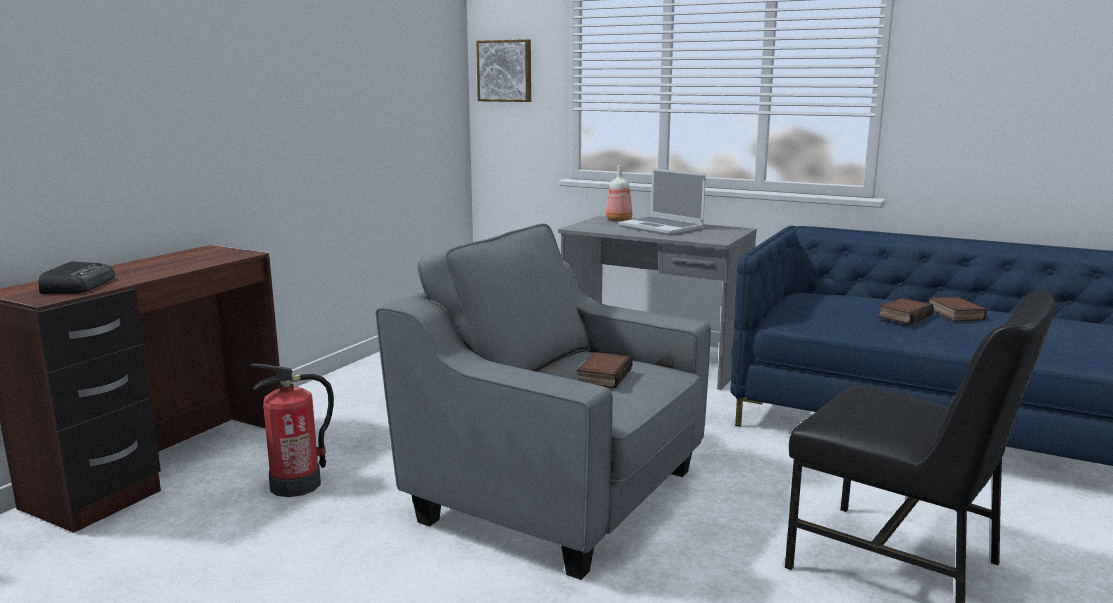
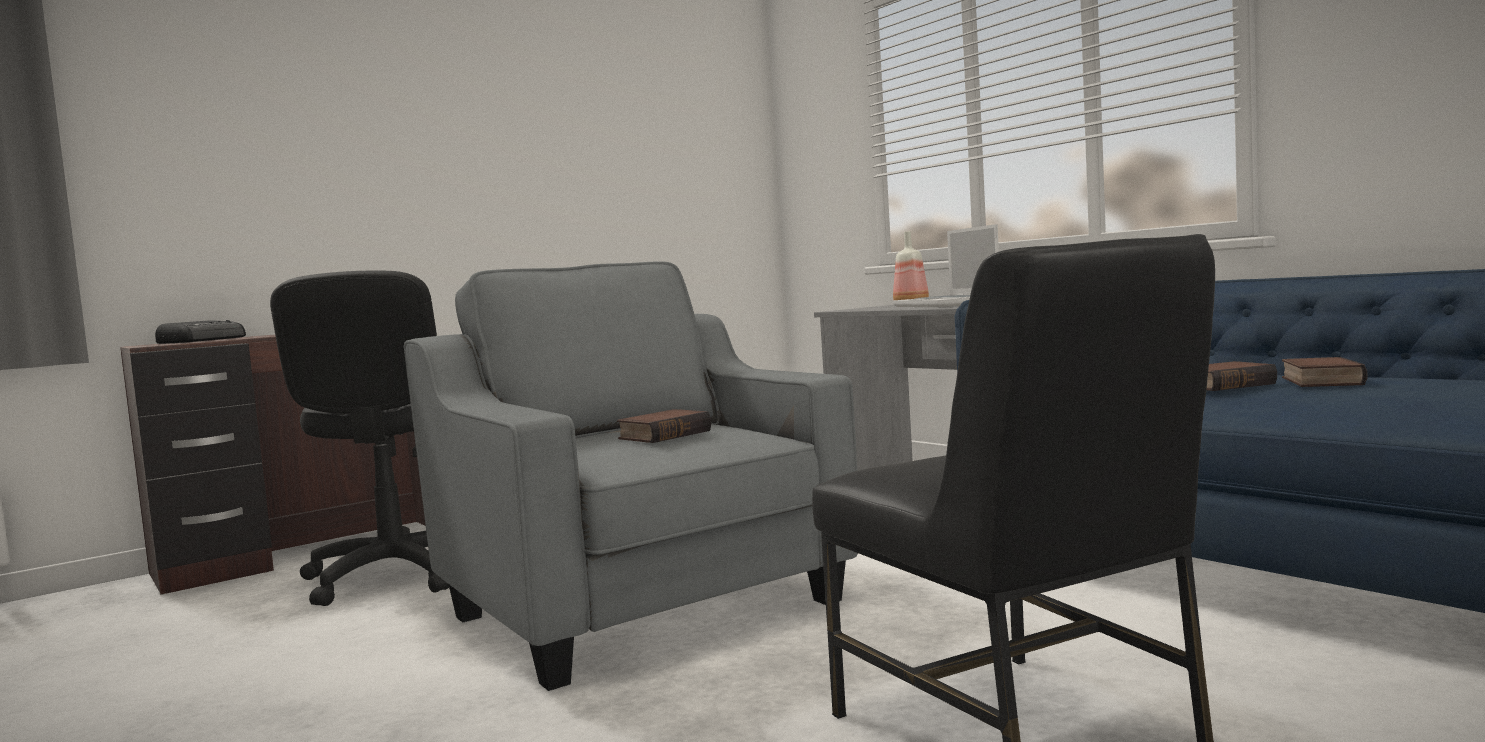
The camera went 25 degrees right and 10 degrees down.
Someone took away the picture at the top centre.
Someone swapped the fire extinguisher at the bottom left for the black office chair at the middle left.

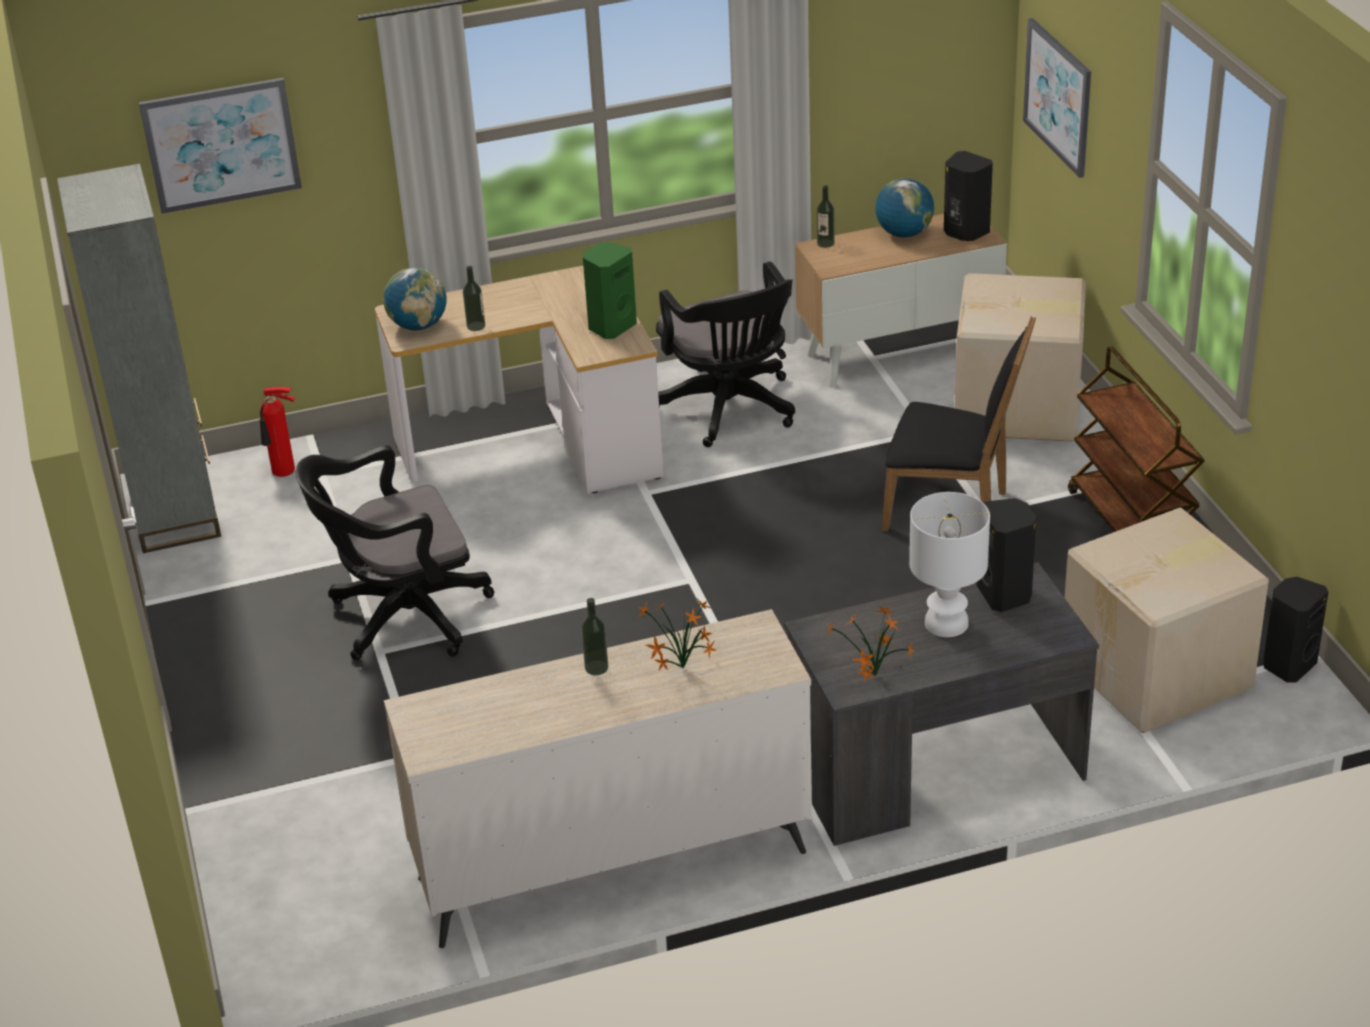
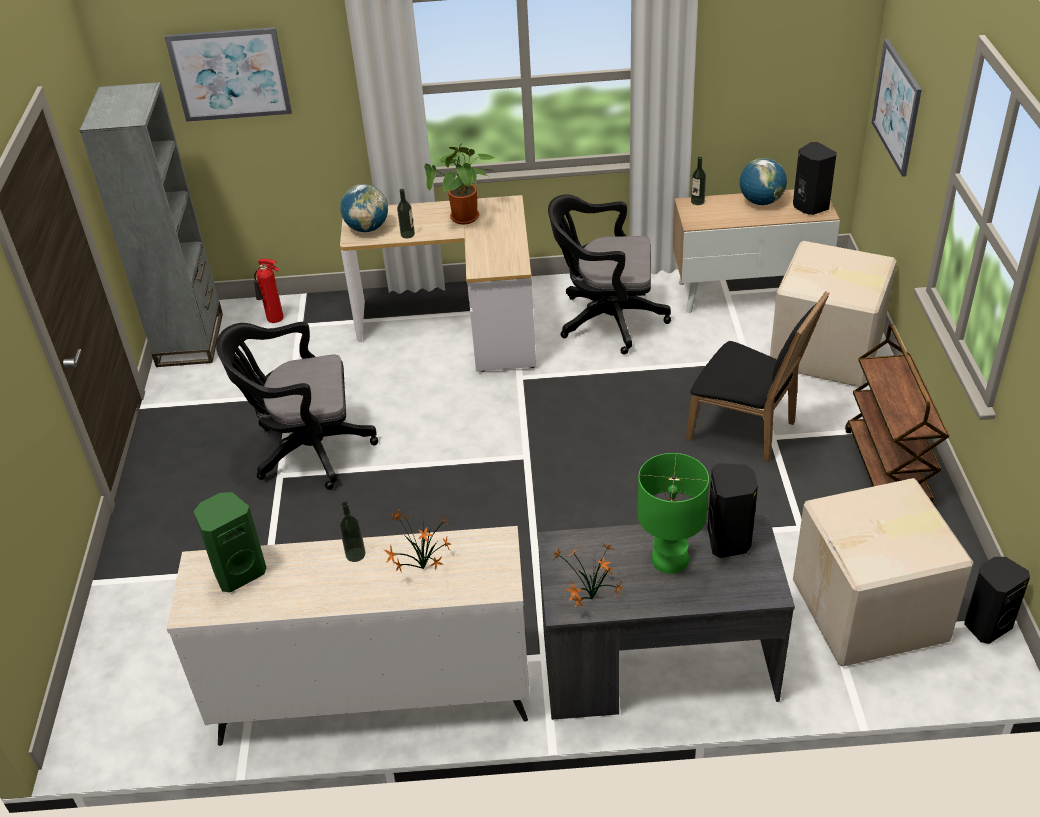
The camera went 15 degrees right and 5 degrees up.
Someone carried the green speaker from the top centre to the middle left.
Someone rotated the black office chair (2nd from left) at the centre by 105 degrees clockwise.
Someone repainted the white table lamp at the middle right, which became the green table lamp at the centre.
Someone put down the potted plant (2nd from left) at the top centre.

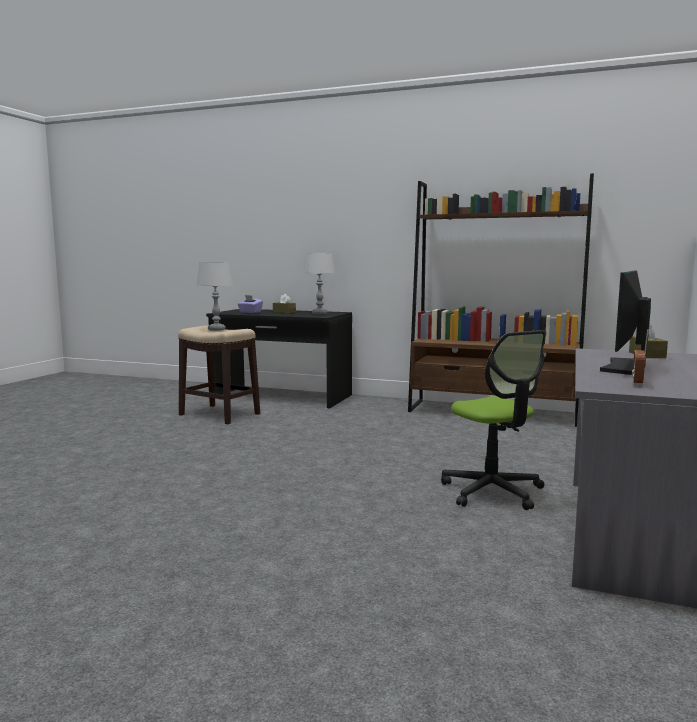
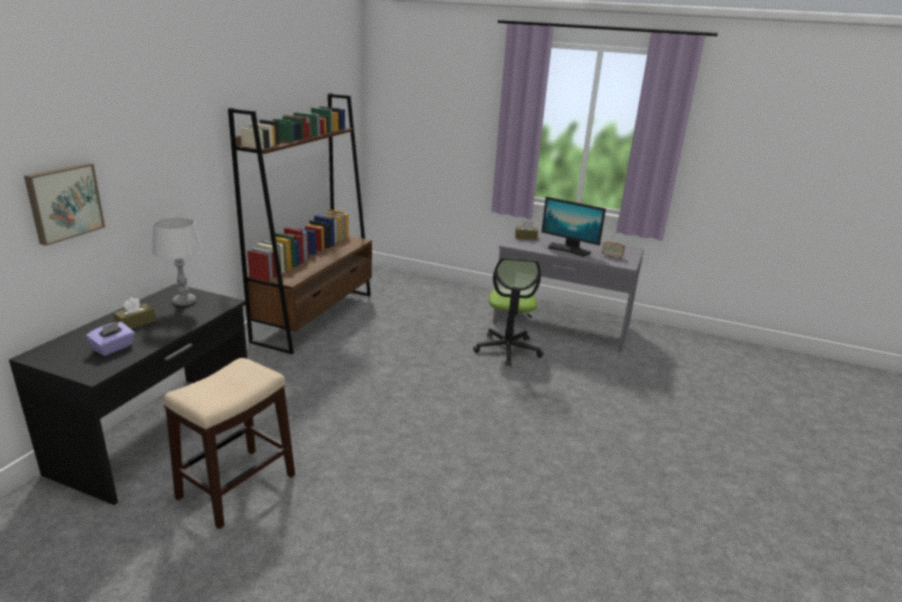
The camera went 90 degrees left and 15 degrees up.
Someone took away the grey table lamp (1st from left) at the middle left.
Someone rotated the office chair at the middle right by 120 degrees clockwise.
Someone put up the picture at the middle left.

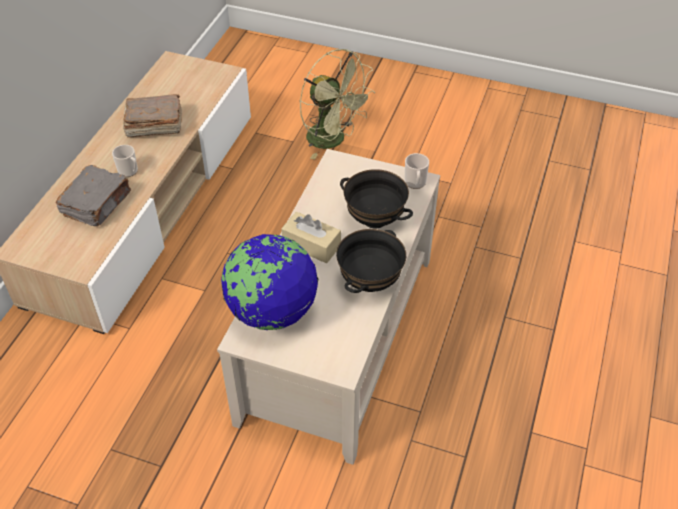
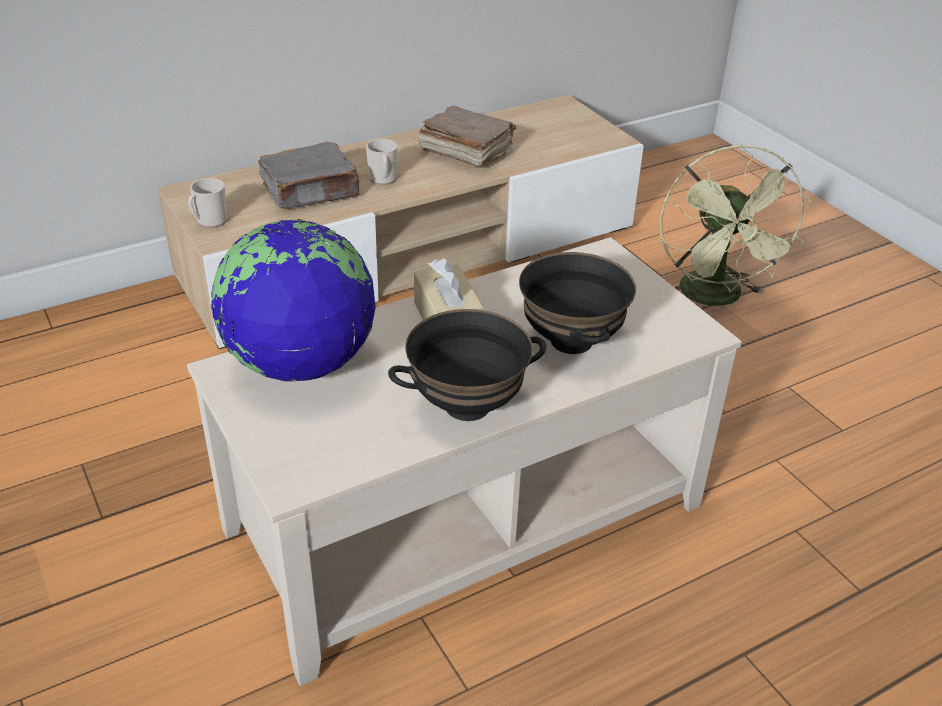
The camera went 40 degrees right and 10 degrees down.
Someone carried the mug (2nd from left in the first image) from the centre to the top left.

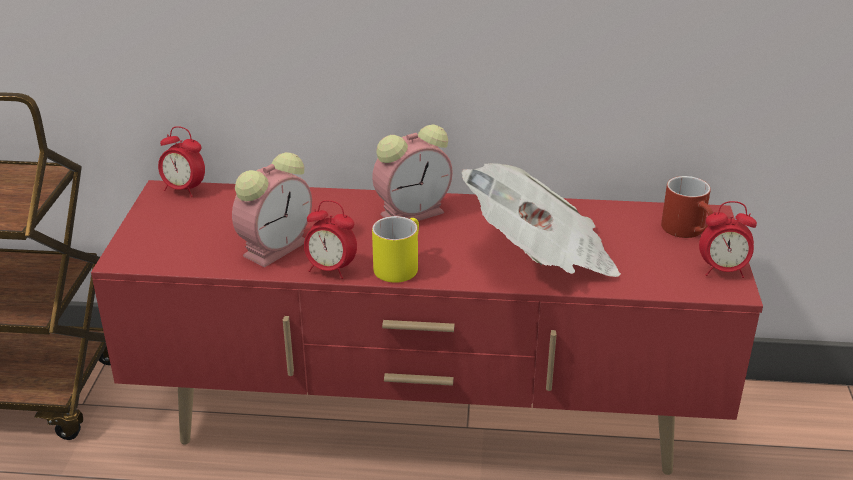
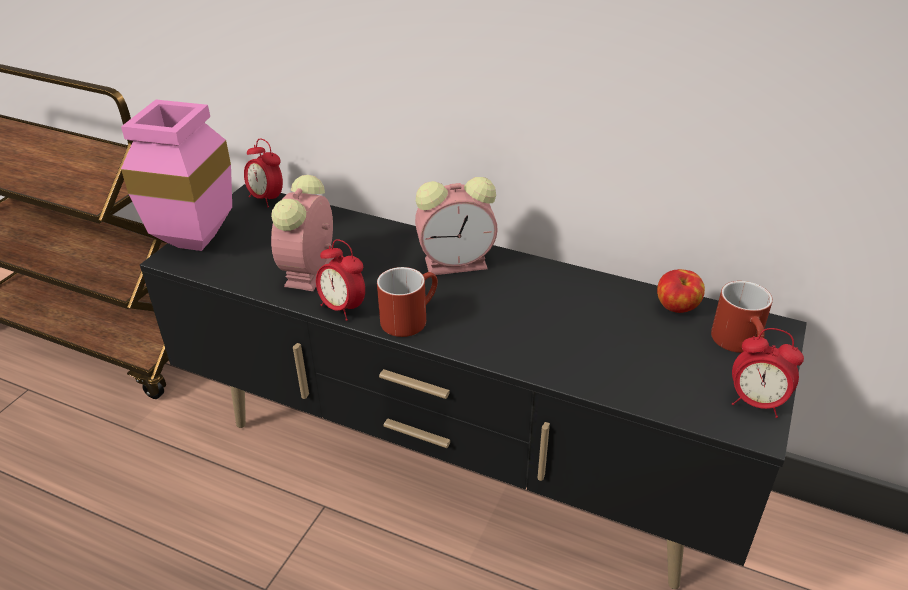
The camera went 20 degrees right and 5 degrees up.
Someone rotated the alarm clock (2nd from left) at the middle left by 135 degrees clockwise.
Someone took away the newspaper at the centre.
Someone repainted the red tv stand at the bottom centre, which became the black tv stand at the centre.
Someone repainted the yellow mug at the centre, which became the red mug (1st from left) at the centre.
Someone put down the pink vase at the top left.
Someone put down the apple at the middle right.

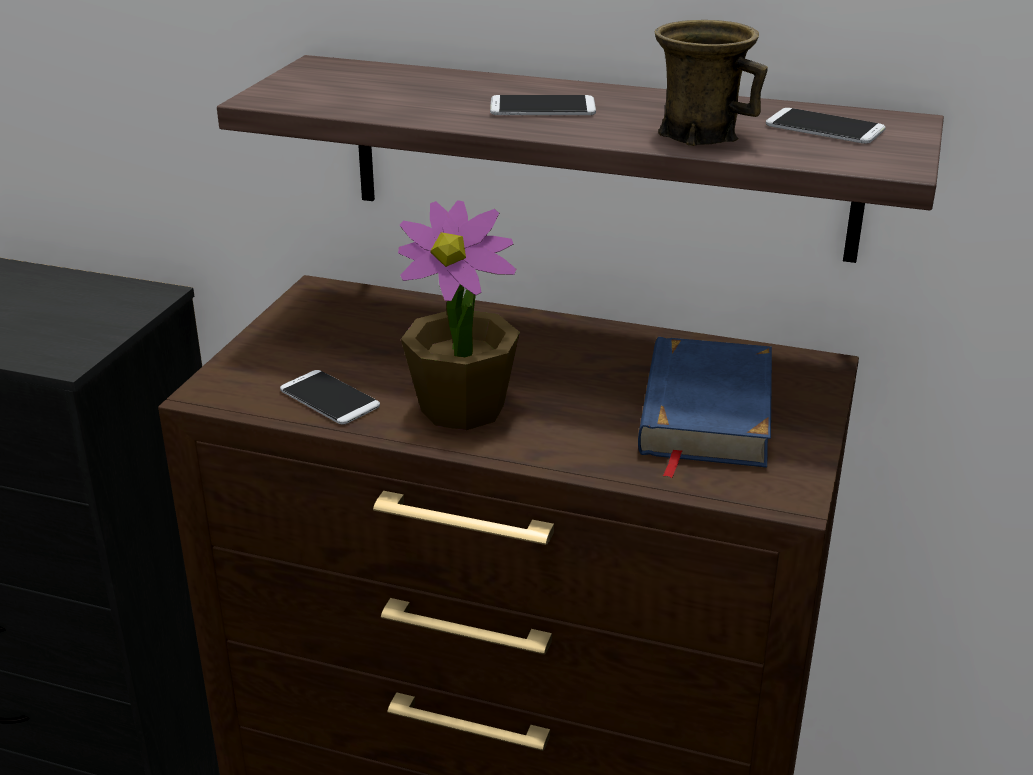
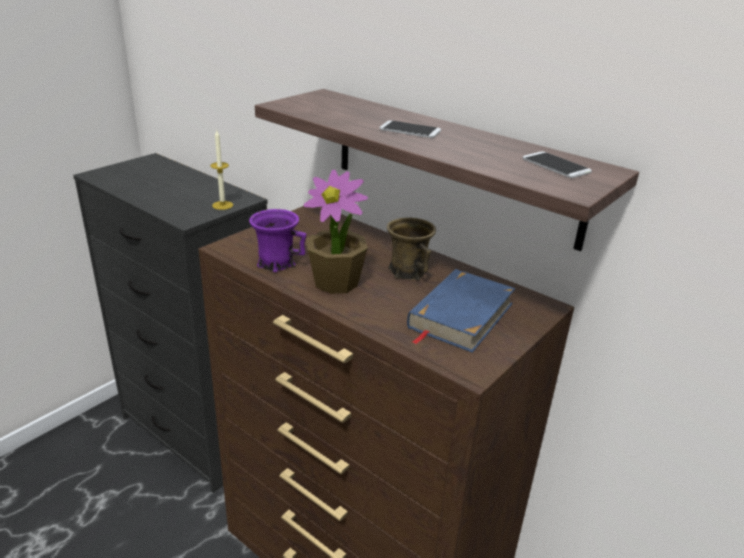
The camera went 20 degrees right and 0 degrees up.
Someone carried the brown mug from the top right to the centre.
Someone swapped the phone (1st from left) at the middle left for the purple mug at the centre.
Someone put down the candle at the top left.

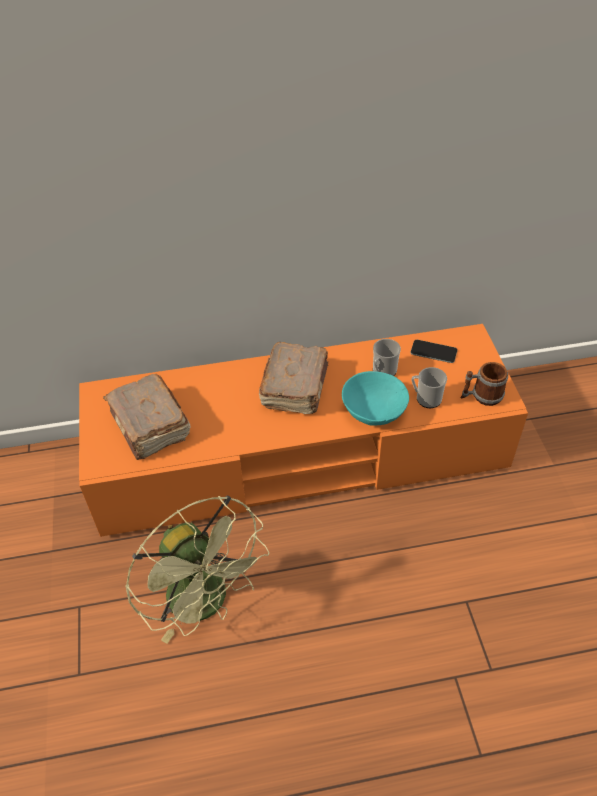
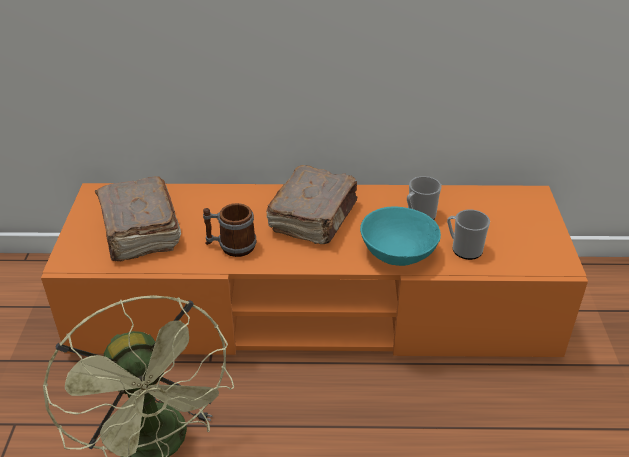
The camera went 10 degrees right and 10 degrees down.
Someone took away the phone at the middle right.
Someone carried the mug (3rd from left in the first image) from the middle right to the centre.

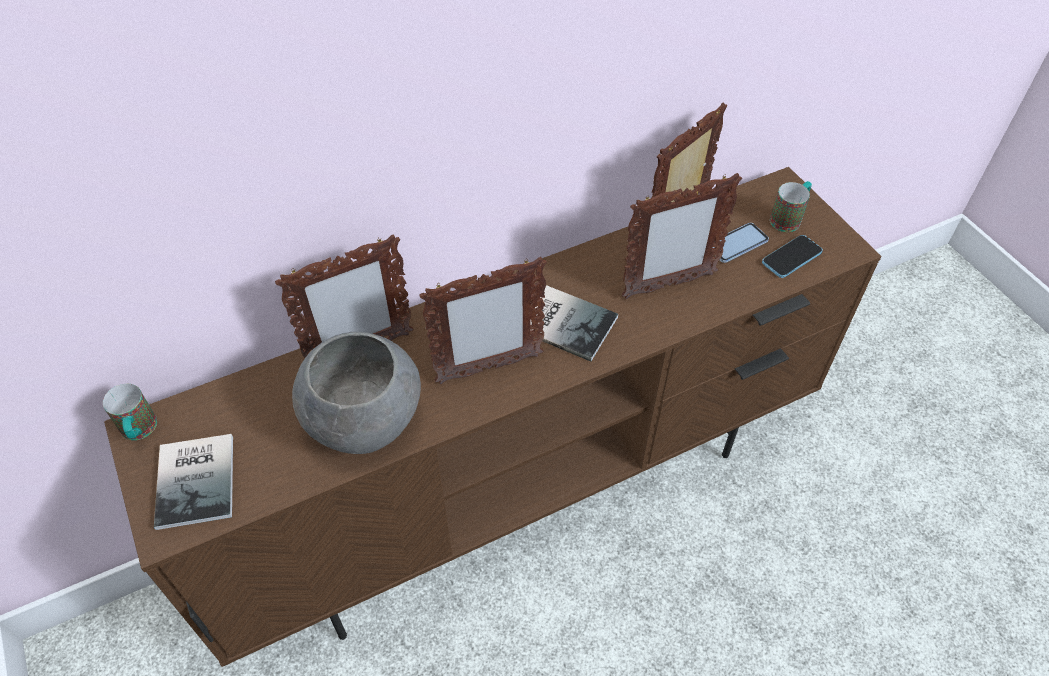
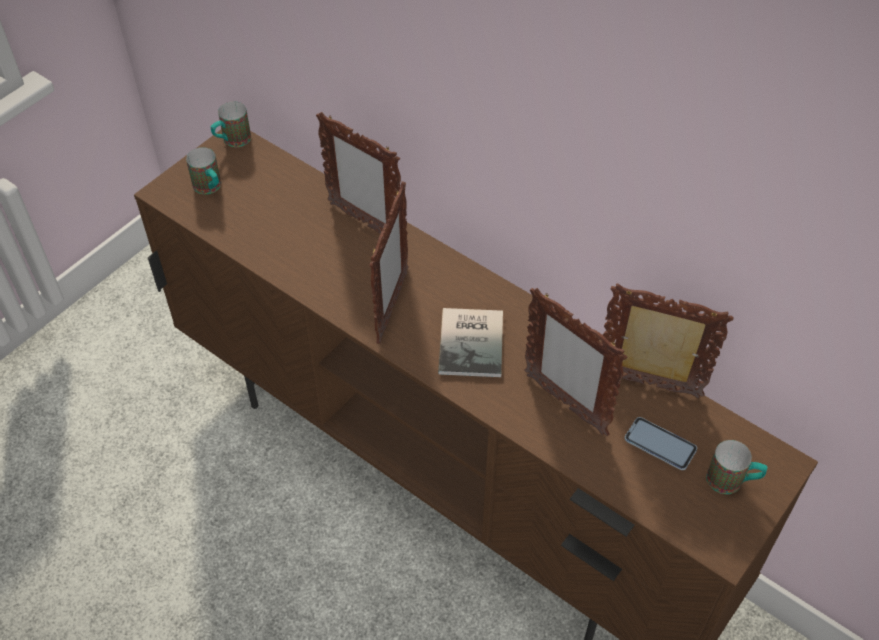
The camera went 65 degrees right and 0 degrees up.
Someone took away the phone (2nd from left) at the middle right.
Someone rotated the picture frame (2nd from left) at the centre by 120 degrees counterclockwise.
Someone took away the grey bowl at the centre.
Someone swapped the book (1st from left) at the bottom left for the mug (1st from left) at the top left.

